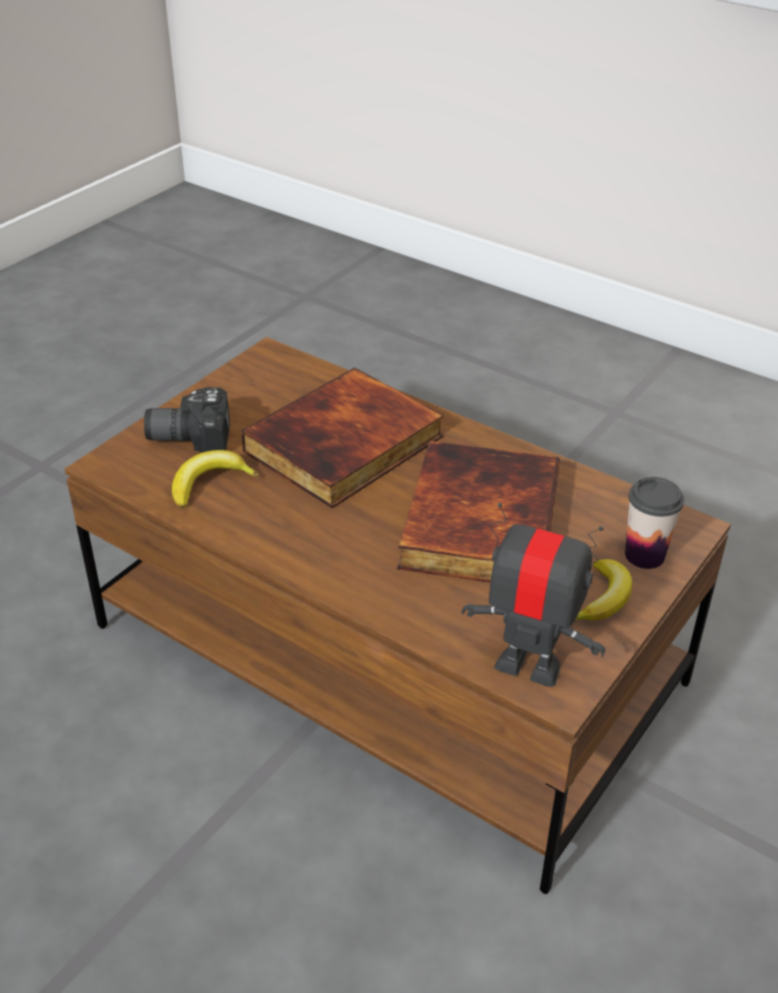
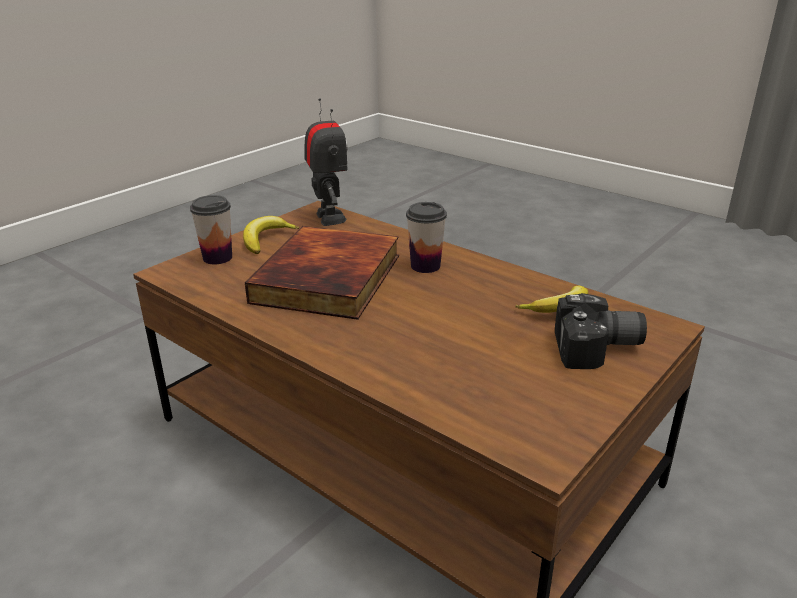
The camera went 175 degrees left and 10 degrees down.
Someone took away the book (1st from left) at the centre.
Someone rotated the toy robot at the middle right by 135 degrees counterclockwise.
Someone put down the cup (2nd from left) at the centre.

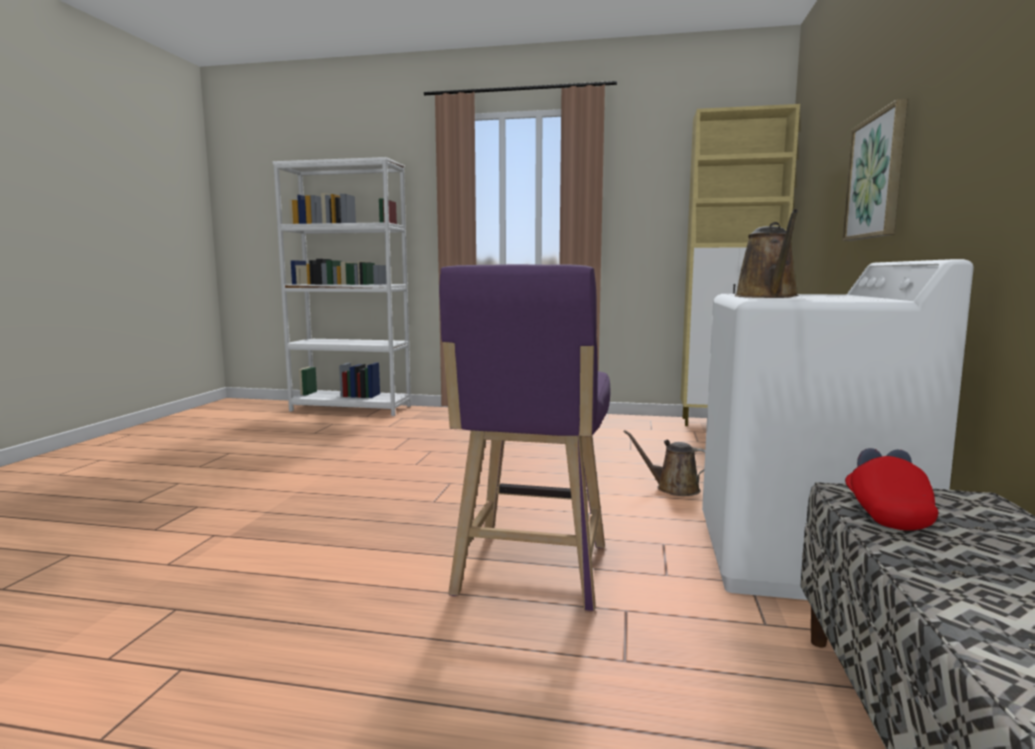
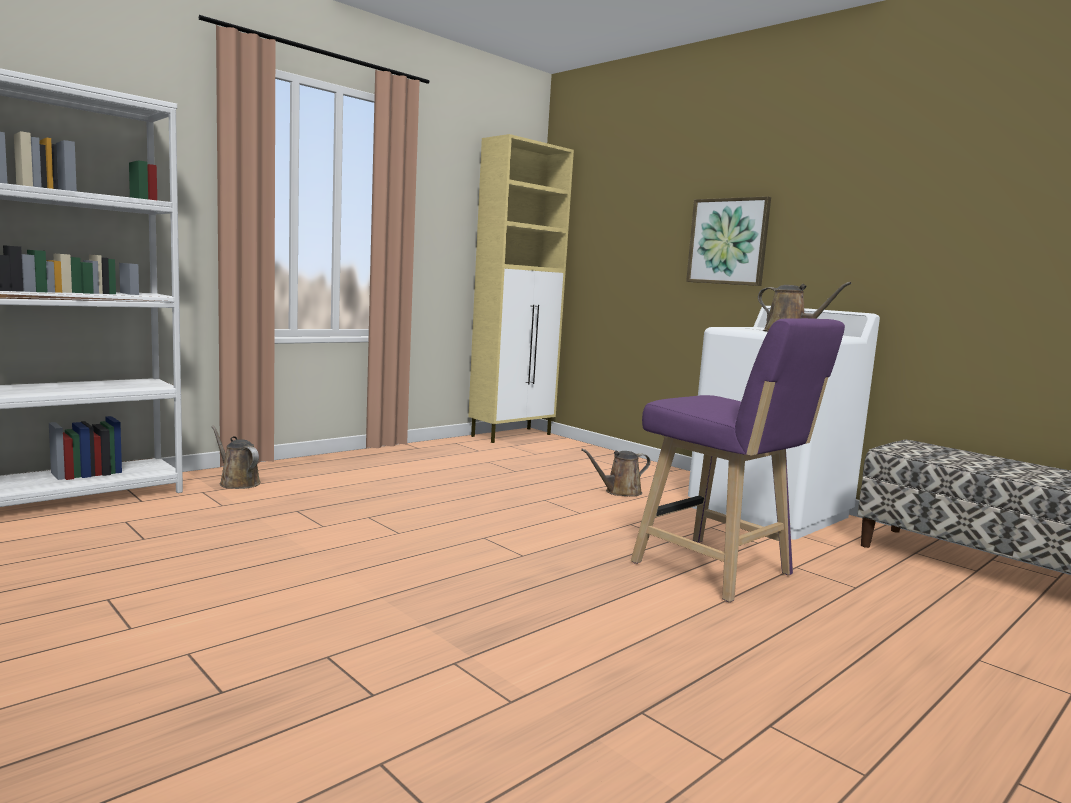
The camera went 55 degrees left and 0 degrees up.
Someone took away the red cap at the middle right.
Someone put down the brown watering can (1st from left) at the middle left.

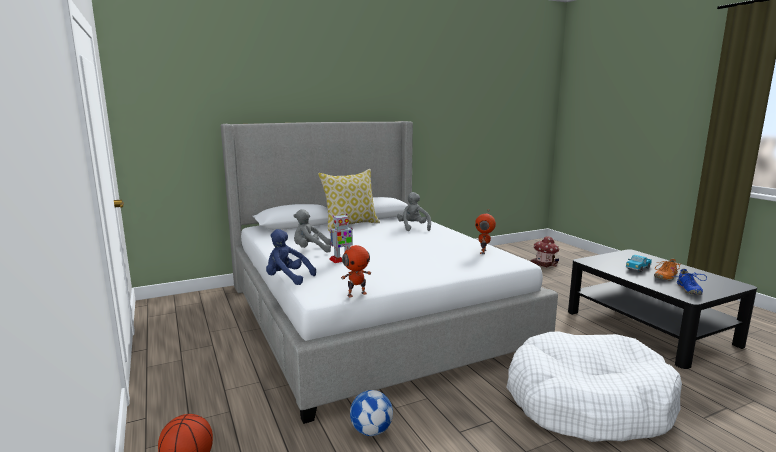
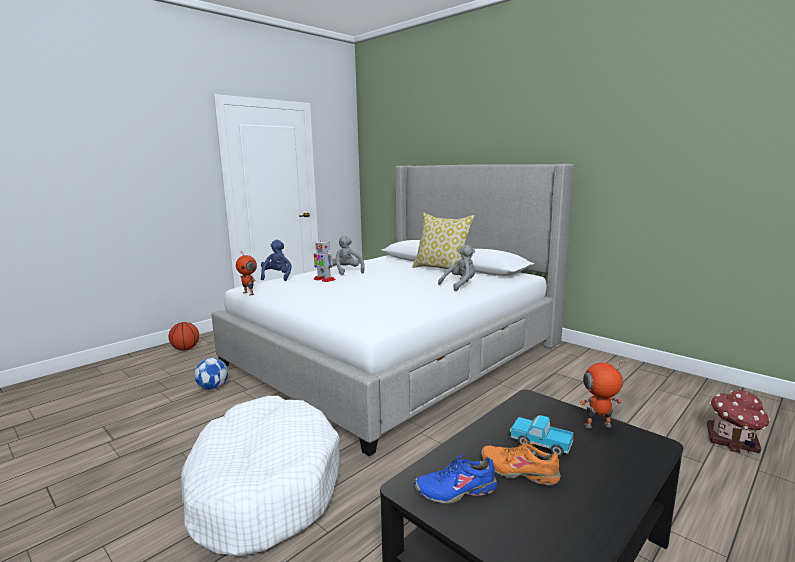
The camera went 70 degrees right and 0 degrees up.
Someone carried the toy robot (3rd from left) from the centre to the bottom right.

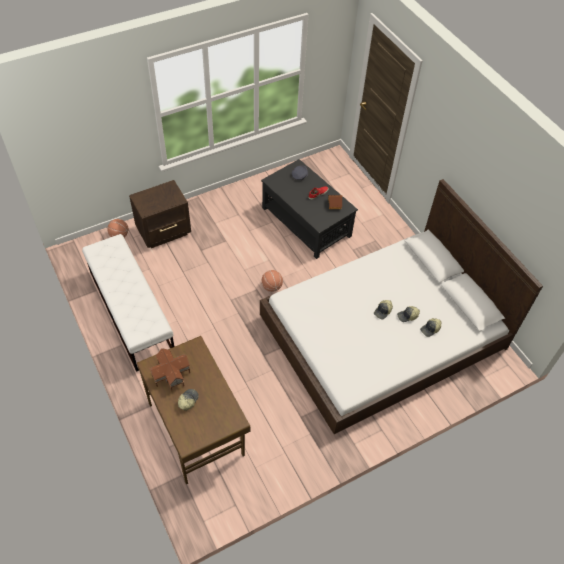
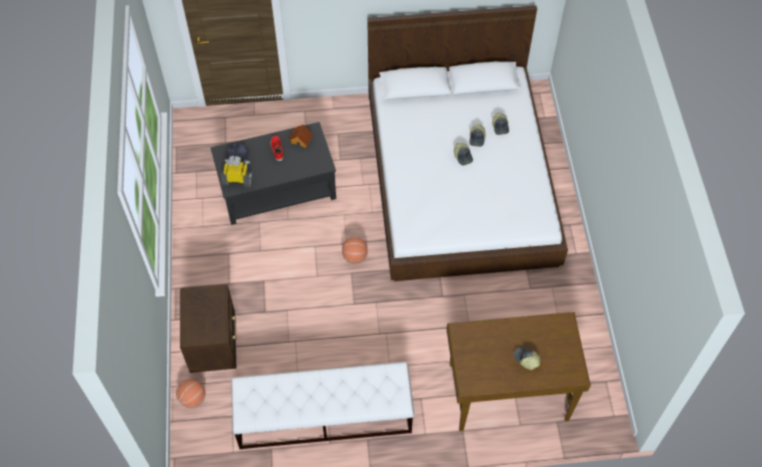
The camera went 65 degrees left and 5 degrees up.
Someone took away the toy house (1st from left) at the middle left.
Someone put down the toy robot at the middle left.

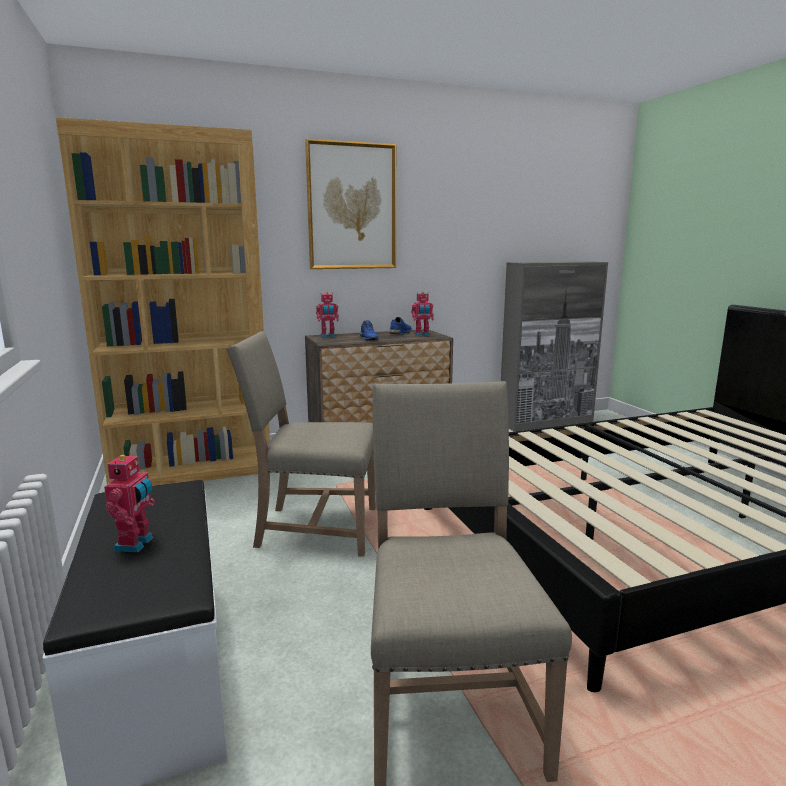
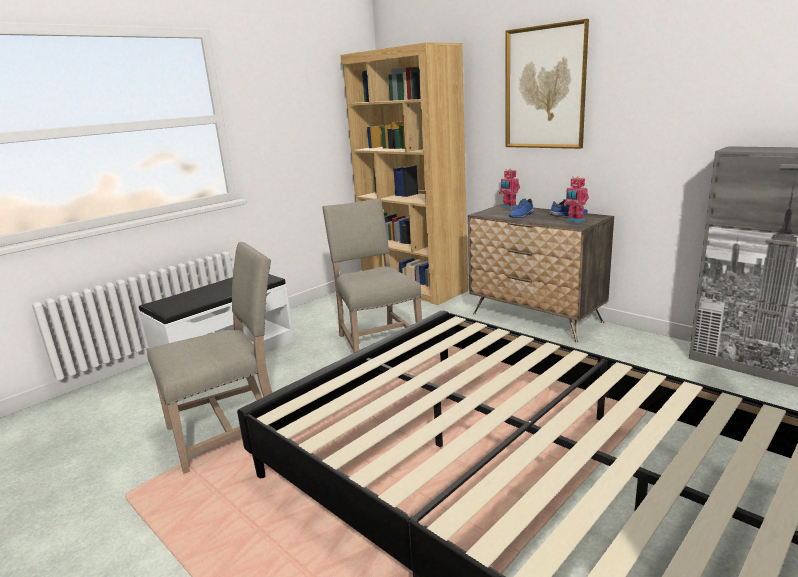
The camera went 65 degrees right and 5 degrees up.
Someone took away the toy robot (1st from left) at the middle left.

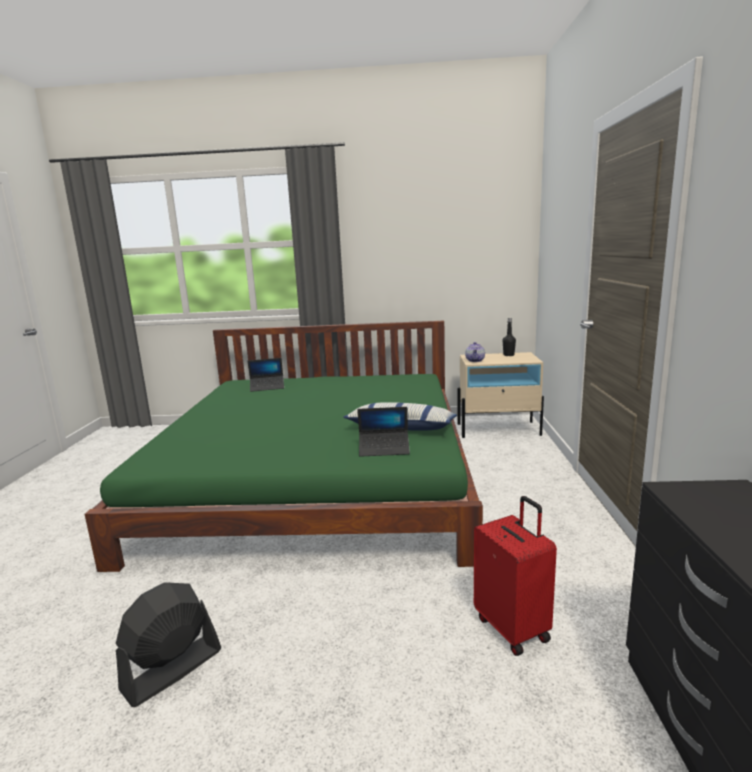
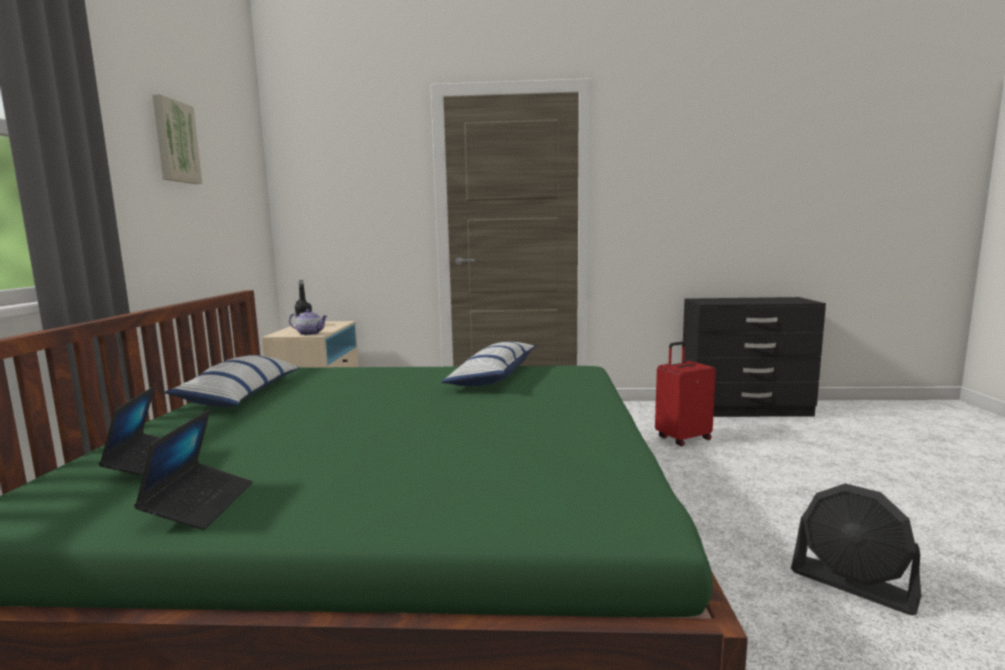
The camera went 90 degrees left and 5 degrees down.
Someone carried the laptop (2nd from left) from the centre to the bottom left.
Someone put up the picture at the top left.
Someone put down the pillow (1st from left) at the middle left.

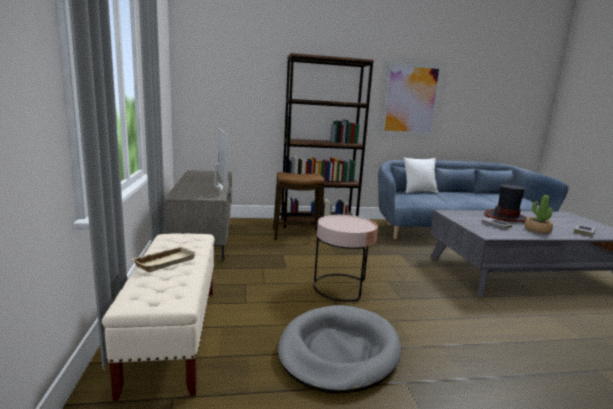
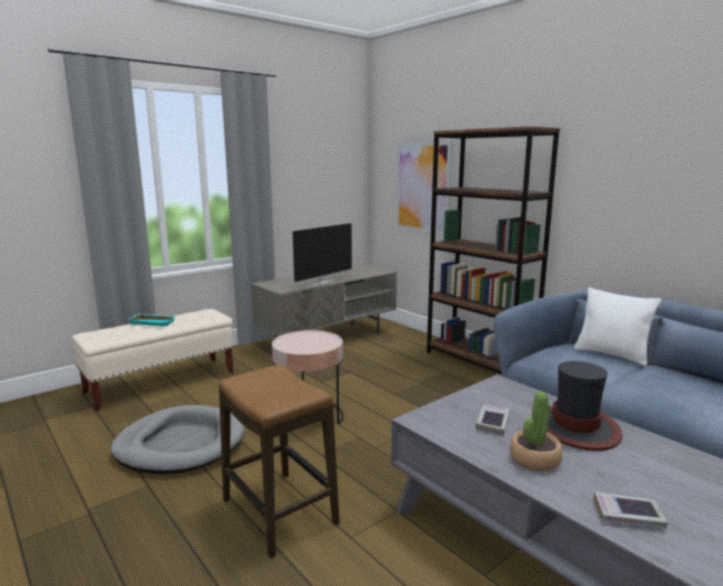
The camera went 60 degrees right and 0 degrees up.
Someone carried the picture from the top right to the top centre.
Someone carried the stool from the centre to the bottom centre.
Someone repainted the beige tray at the middle left, which became the turquoise tray at the middle left.

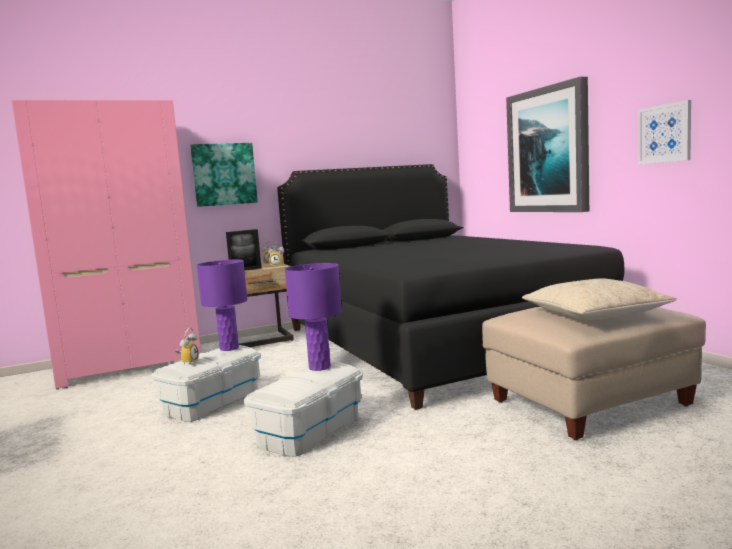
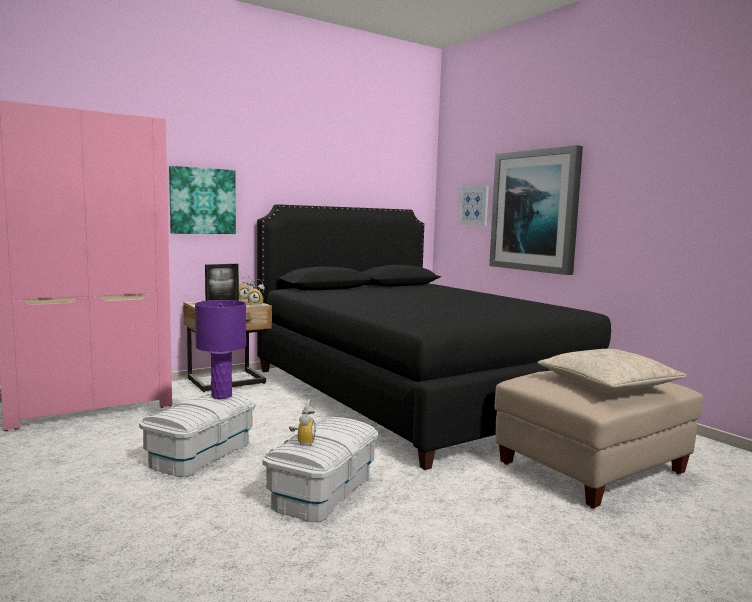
The camera went 10 degrees left and 0 degrees up.
Someone carried the picture (3rd from left in the first image) from the top right to the centre.
Someone took away the purple table lamp (2nd from left) at the centre.
Someone carried the alarm clock (1st from left in the first image) from the middle left to the bottom centre.

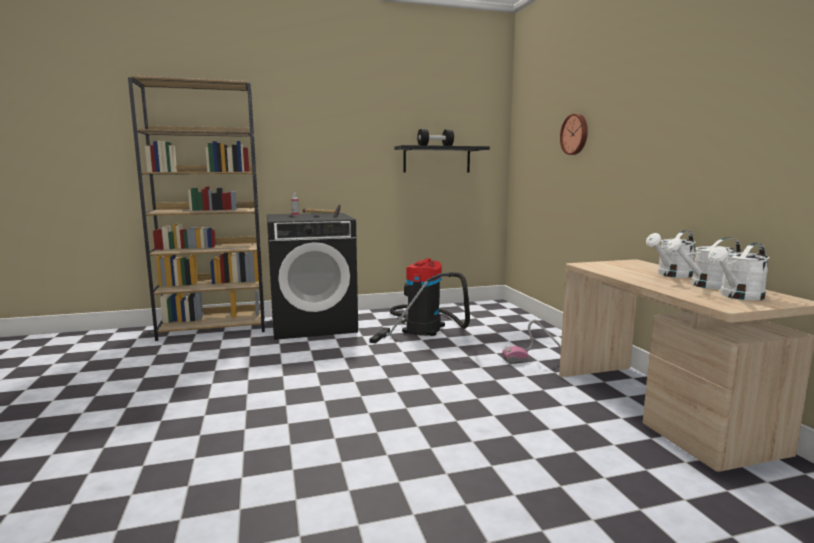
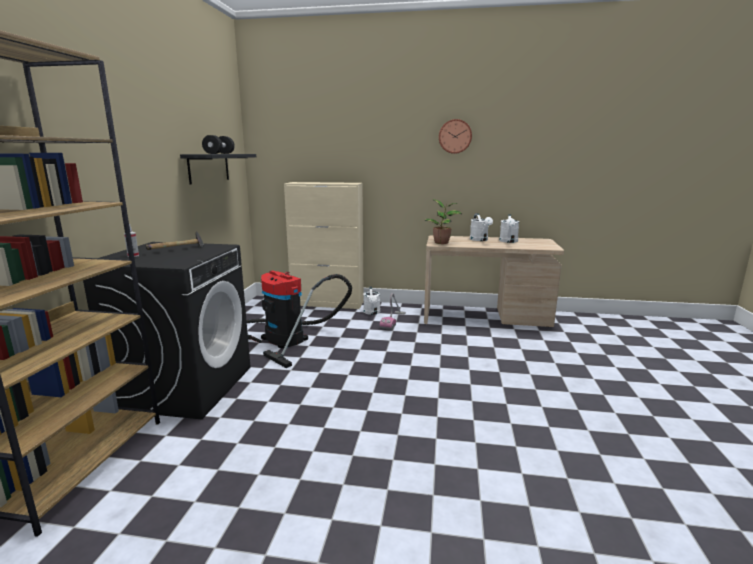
The camera went 65 degrees left and 5 degrees up.
Someone carried the wall clock from the top right to the top centre.
Someone carried the white watering can (3rd from left in the first image) from the middle right to the centre.
Someone put down the beige cabinet at the centre.
Someone put down the potted plant at the centre.

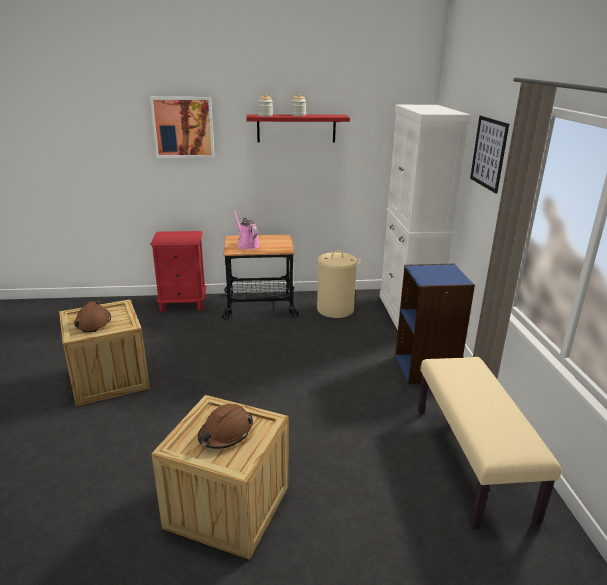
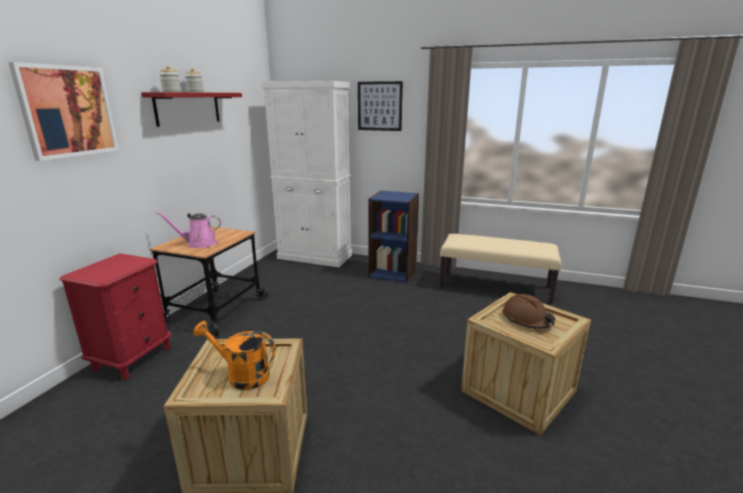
The camera went 65 degrees left and 5 degrees down.
Someone took away the beige laundry basket at the centre.
Someone swapped the brown hard hat (1st from left) at the middle left for the orange watering can at the bottom left.

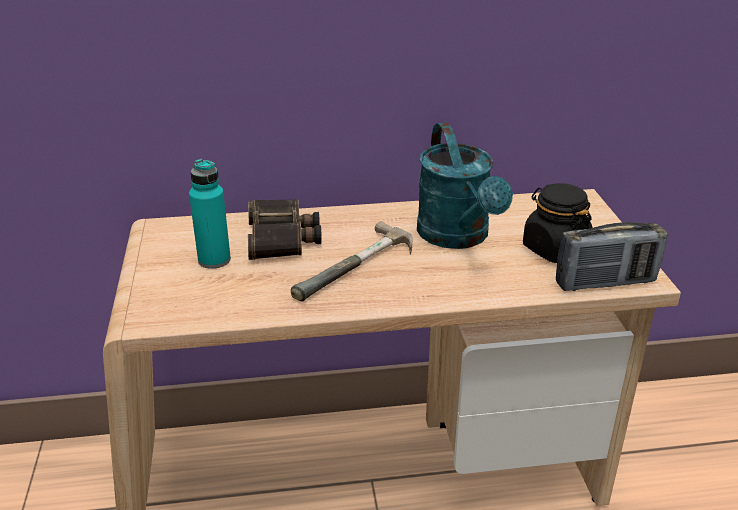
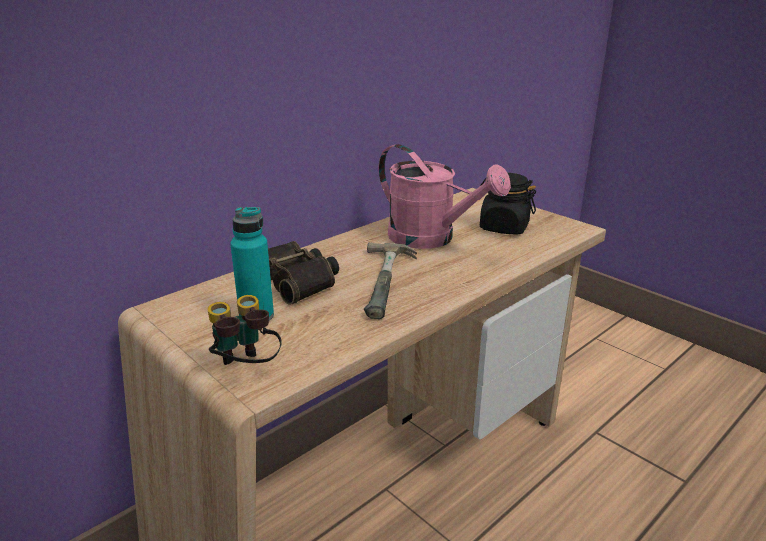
The camera went 35 degrees left and 5 degrees down.
Someone repainted the turquoise watering can at the centre, which became the pink watering can at the centre.
Someone took away the radio at the middle right.
Someone put down the binoculars (1st from left) at the middle left.

